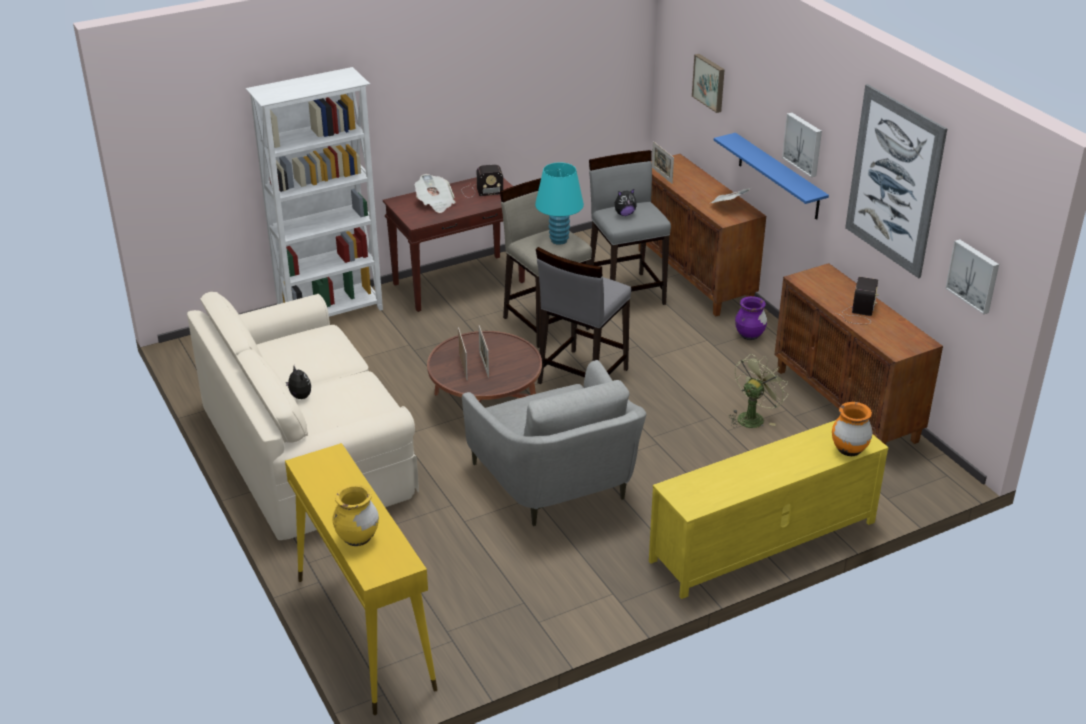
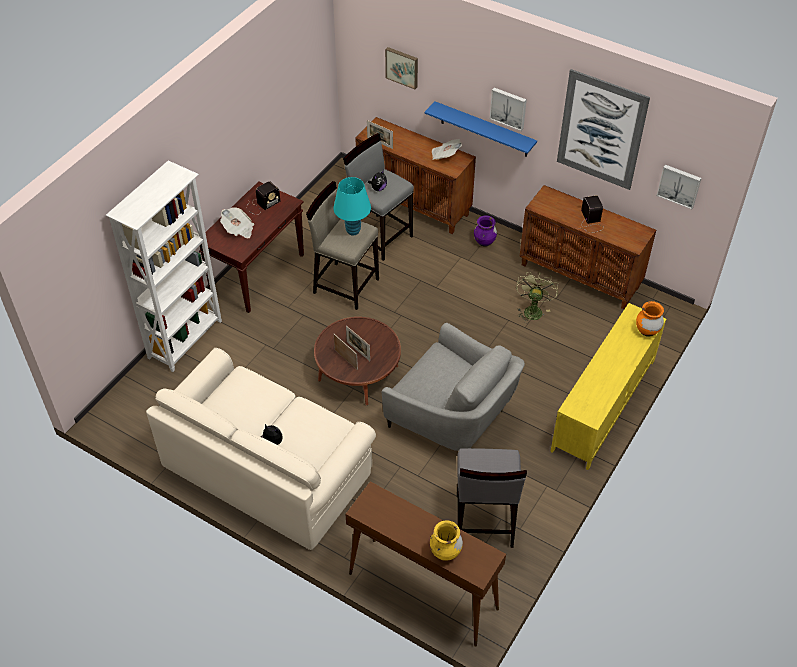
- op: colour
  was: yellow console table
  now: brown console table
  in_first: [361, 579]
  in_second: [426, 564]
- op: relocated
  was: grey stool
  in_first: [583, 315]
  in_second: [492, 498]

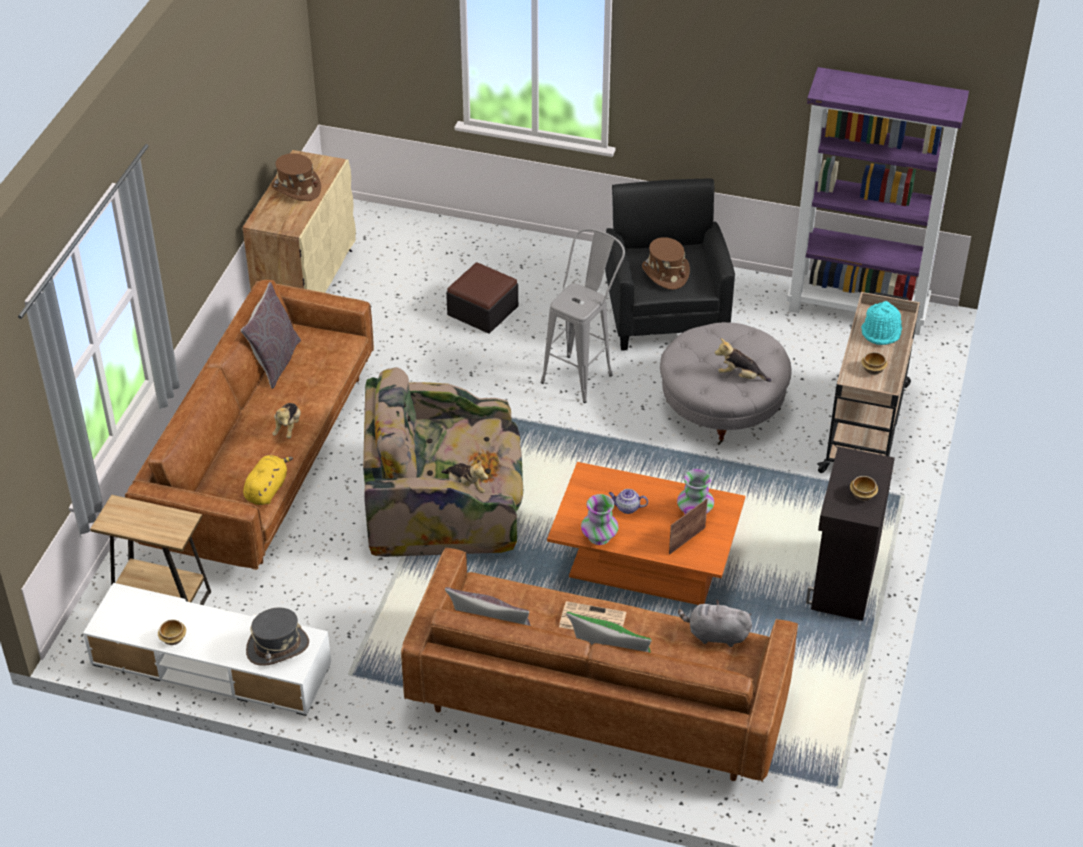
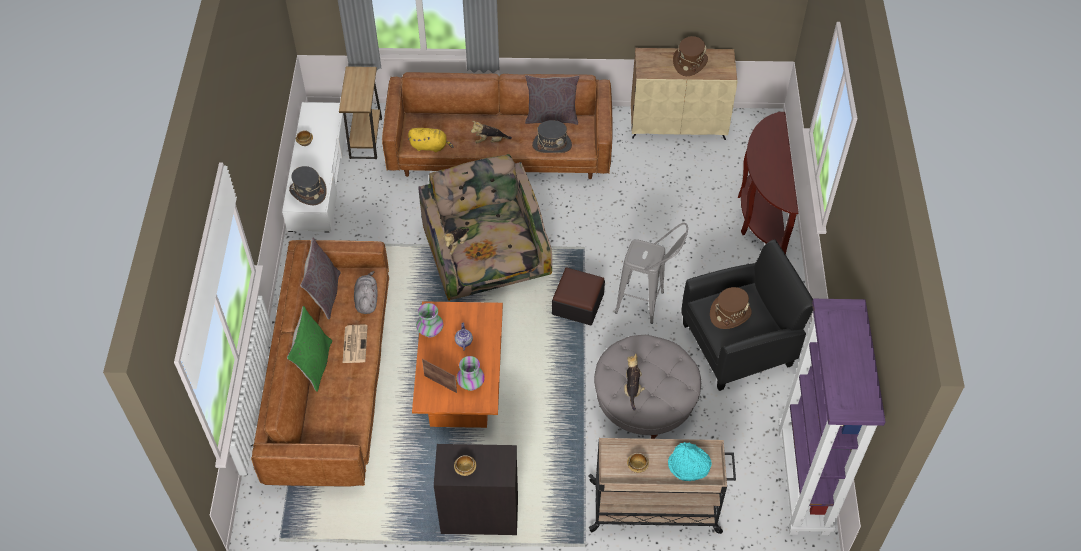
- op: relocated
  was: ottoman
  in_first: [482, 298]
  in_second: [578, 296]
- op: relocated
  was: grey plush toy
  in_first: [715, 623]
  in_second: [366, 292]
- op: appeared
  now: grey hat
  in_second: [552, 136]
- op: appeared
  now: brown console table
  in_second: [768, 183]

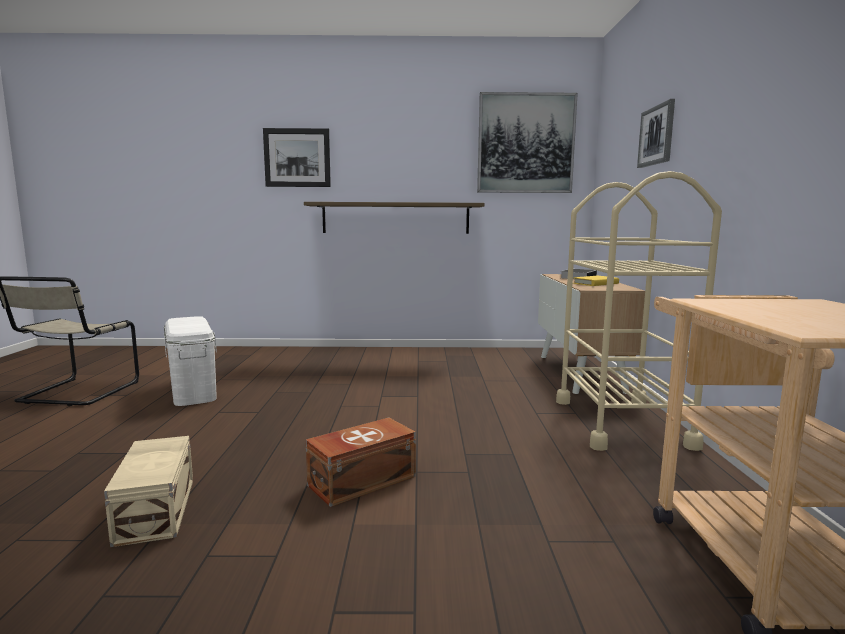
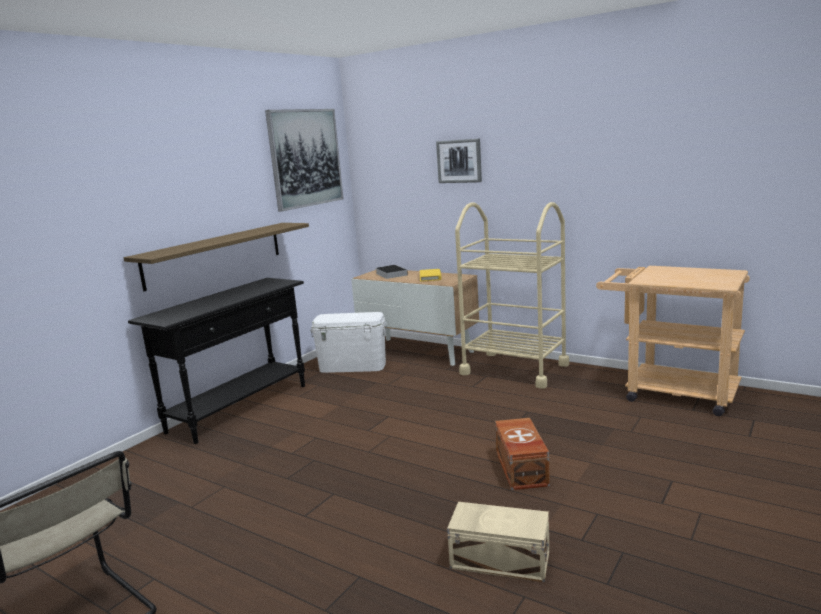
- op: relocated
  was: white storage box
  in_first: [190, 361]
  in_second: [348, 342]
- op: missing
  was: picture
  in_first: [297, 157]
- op: appeared
  now: black console table
  in_second: [216, 361]

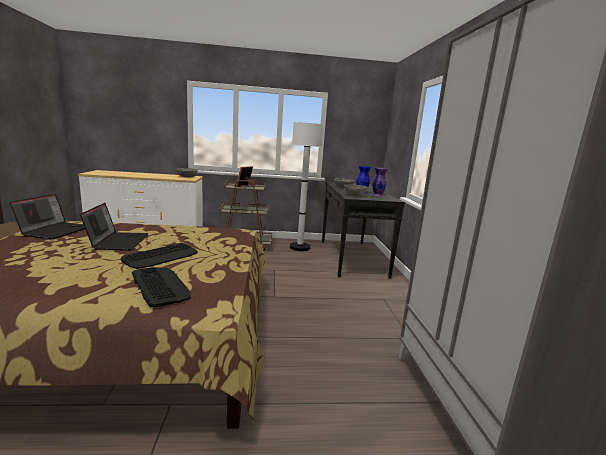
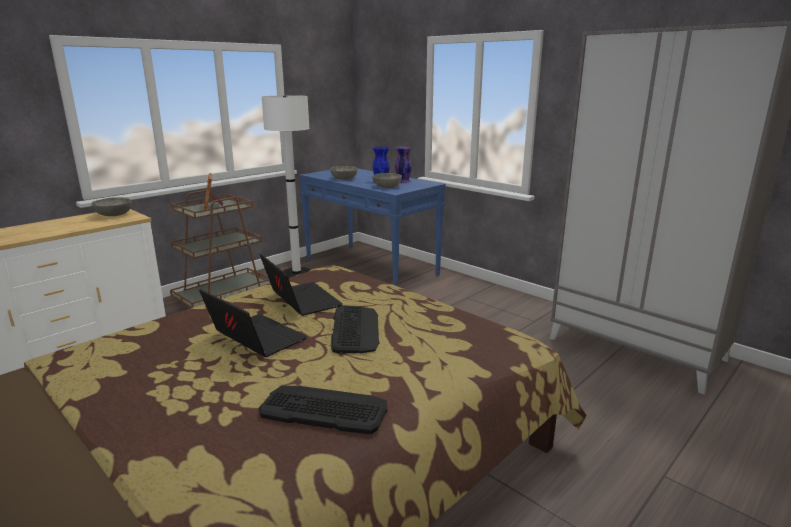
- op: relocated
  was: laptop
  in_first: [47, 217]
  in_second: [301, 285]
- op: relocated
  was: keyboard
  in_first: [161, 287]
  in_second: [323, 410]
- op: colour
  was: black console table
  now: blue console table
  in_first: [363, 230]
  in_second: [372, 227]

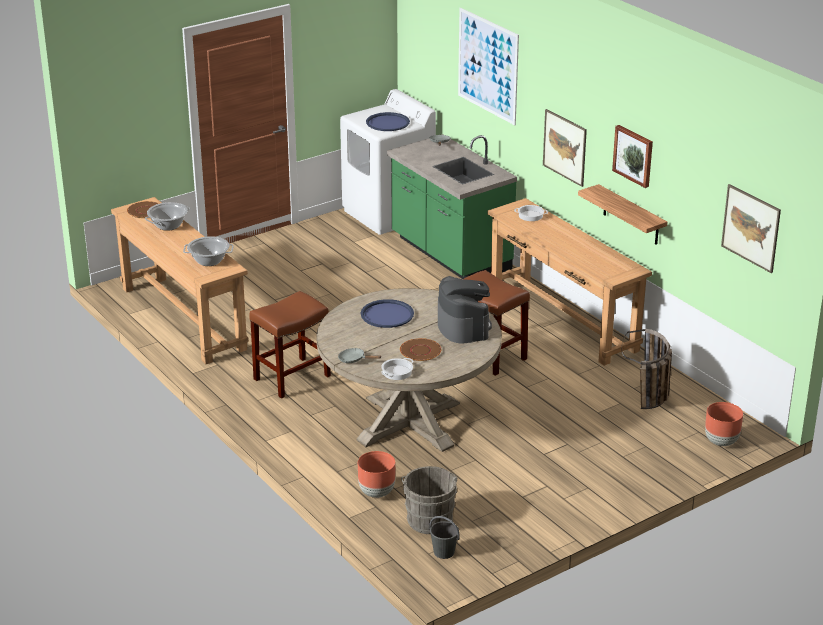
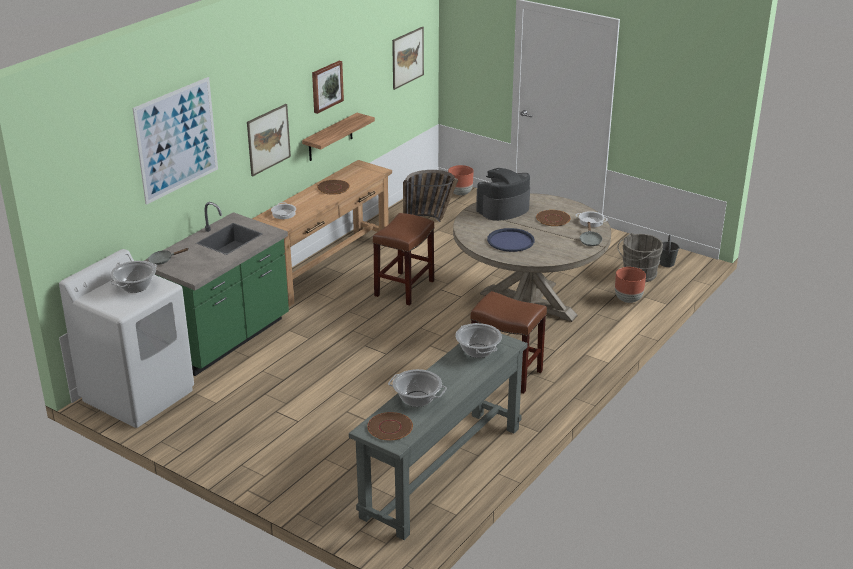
- op: colour
  was: brown console table
  now: grey console table
  in_first: [180, 280]
  in_second: [438, 437]
- op: exchanged
  was: blue tray
  now: cooking pot
  in_first: [388, 121]
  in_second: [133, 277]
- op: appeared
  now: brown plate
  in_second: [333, 187]

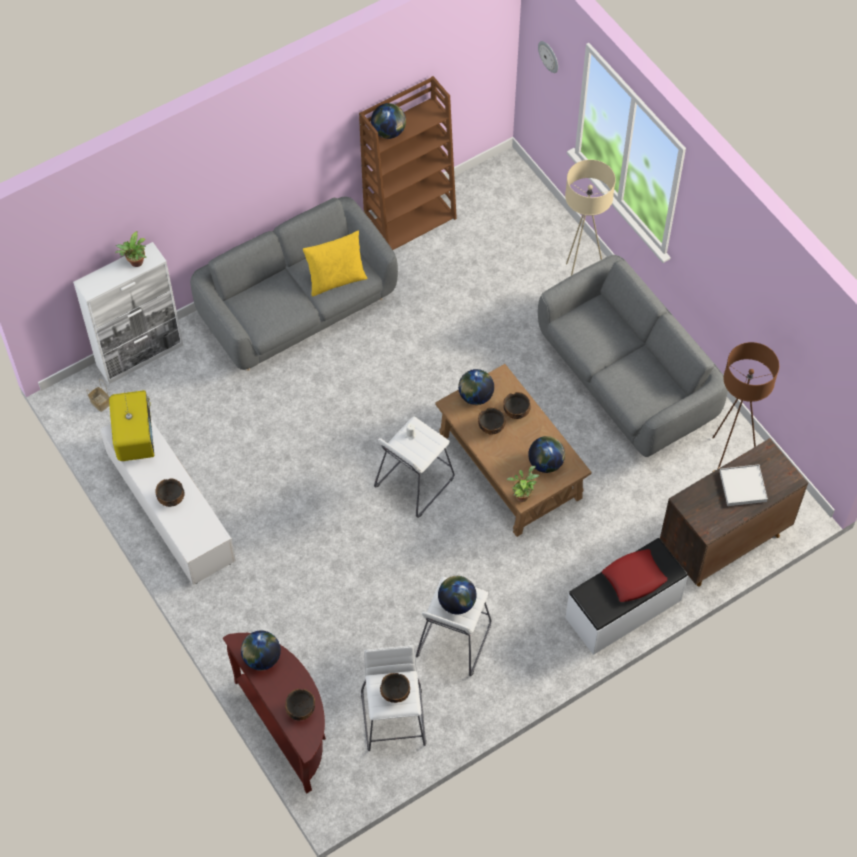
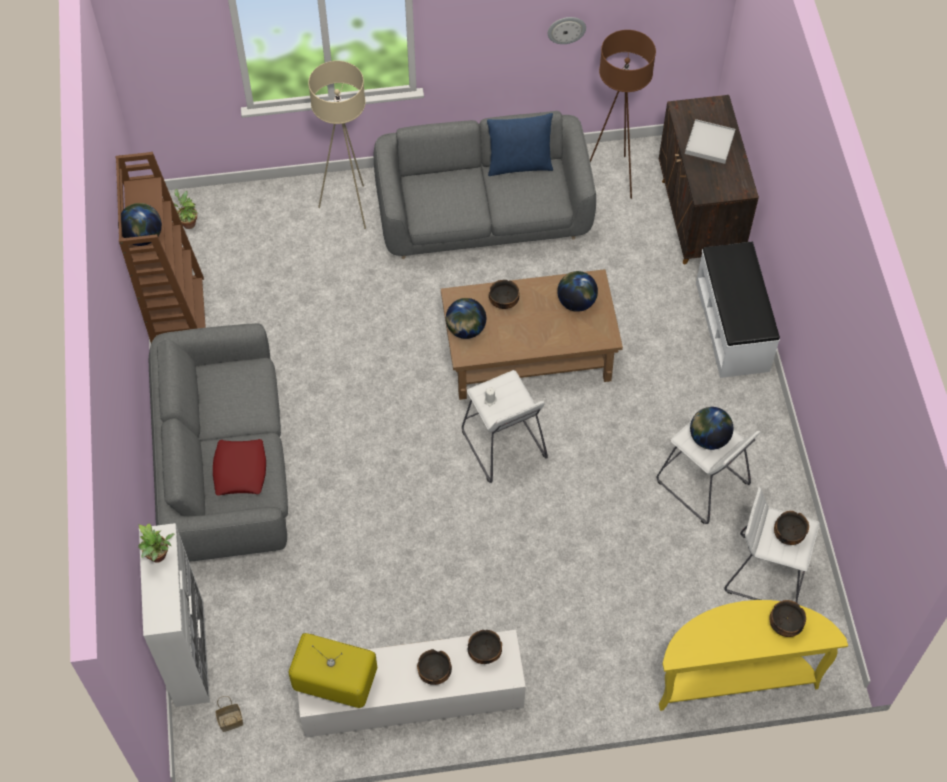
- op: colour
  was: brown console table
  now: yellow console table
  in_first: [274, 713]
  in_second: [753, 655]
- op: missing
  was: globe
  in_first: [261, 650]
- op: missing
  was: yellow pillow
  in_first: [335, 264]
- op: relocated
  was: bowl
  in_first: [492, 421]
  in_second: [484, 647]
- op: relocated
  was: potted plant
  in_first: [523, 484]
  in_second: [185, 209]
- op: relocated
  was: wall clock
  in_first: [548, 57]
  in_second: [567, 30]
- op: relocated
  was: red pillow
  in_first: [635, 575]
  in_second: [239, 467]
- op: appeared
  now: blue pillow
  in_second: [520, 144]

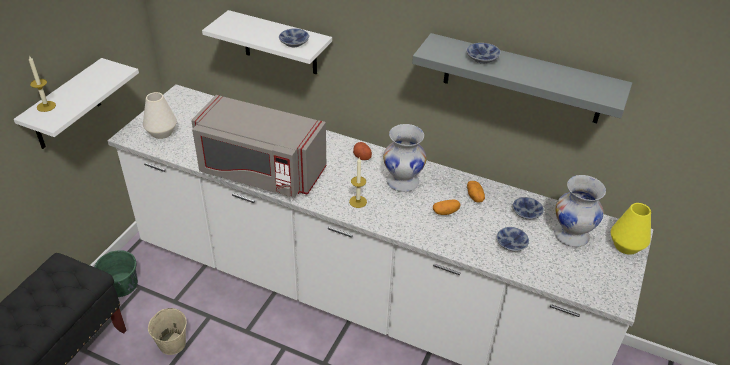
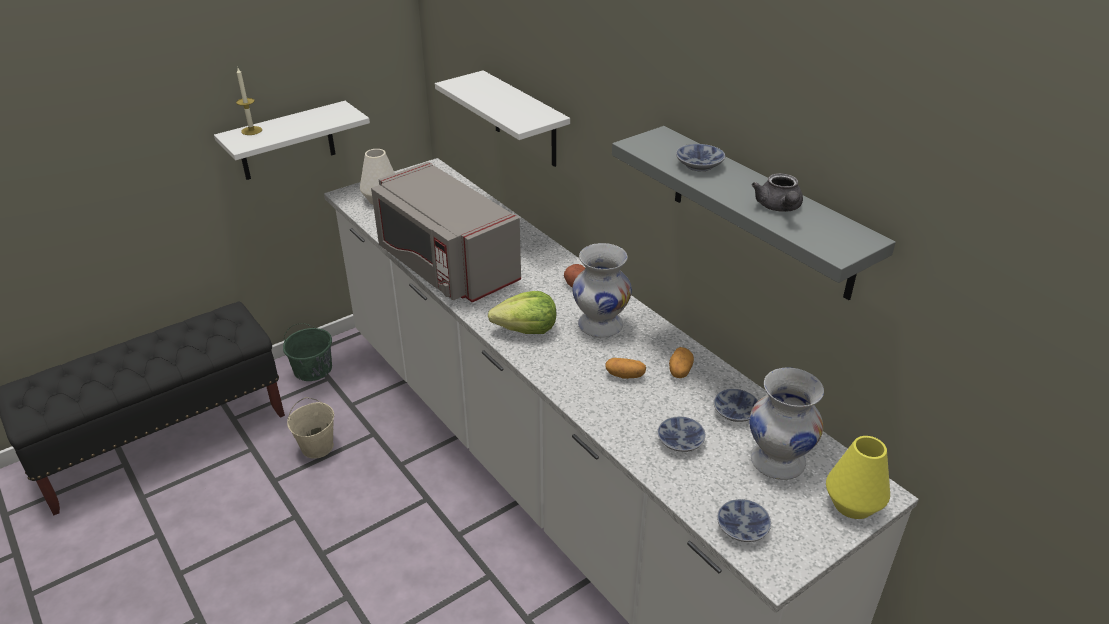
- op: relocated
  was: bowl
  in_first: [294, 37]
  in_second: [744, 520]
- op: exchanged
  was: candle
  now: lettuce
  in_first: [358, 183]
  in_second: [522, 312]
- op: appeared
  now: grey teapot
  in_second: [777, 192]

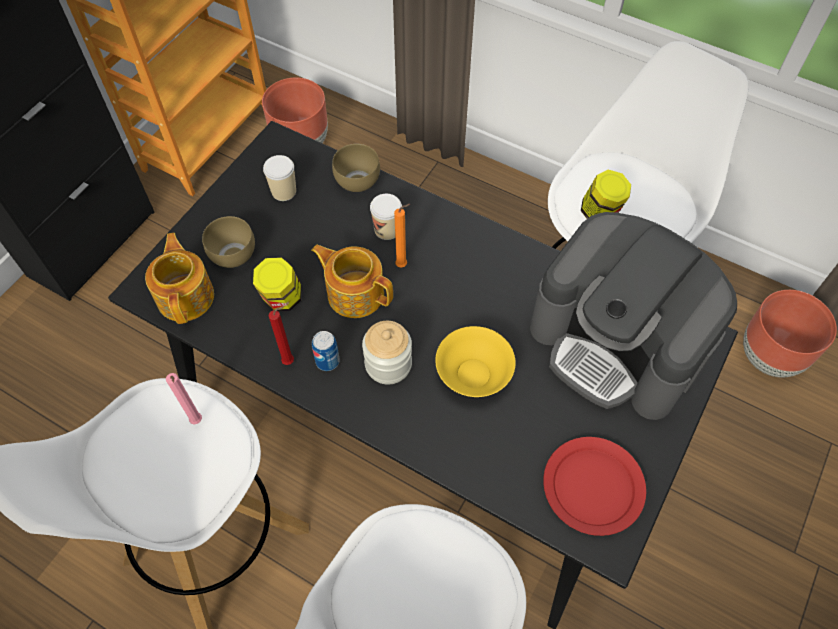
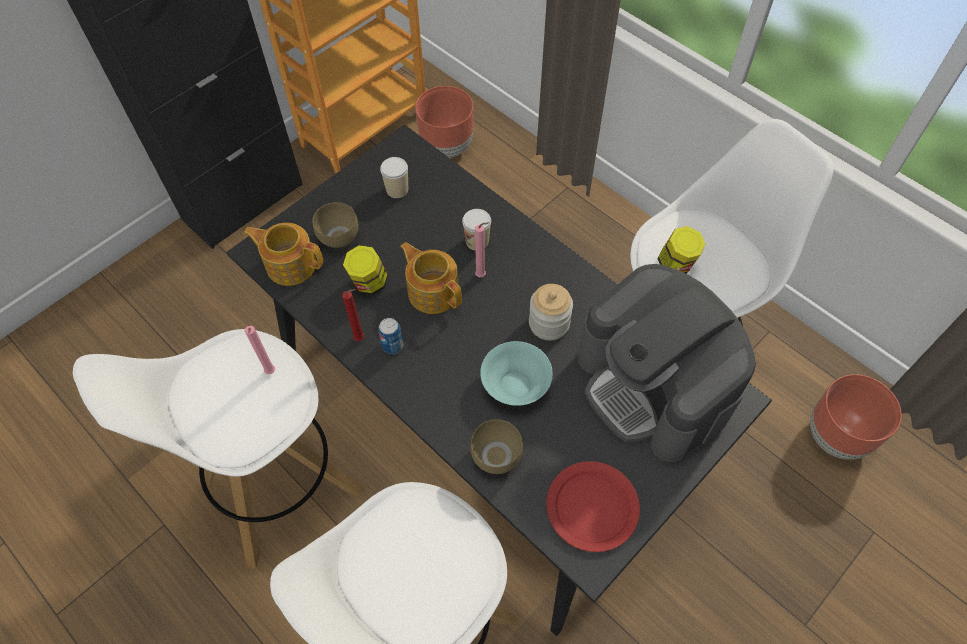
- op: spun
  was: teapot
  in_first: [179, 278]
  in_second: [283, 254]
  clockwise: -75
- op: relocated
  was: brown bowl
  in_first: [356, 168]
  in_second: [496, 446]
- op: relocated
  was: jar
  in_first: [387, 353]
  in_second: [551, 312]
- op: colour
  was: orange candle
  now: pink candle
  in_first: [402, 235]
  in_second: [482, 249]
- op: colour
  was: yellow bowl
  now: turquoise bowl
  in_first: [475, 361]
  in_second: [516, 373]

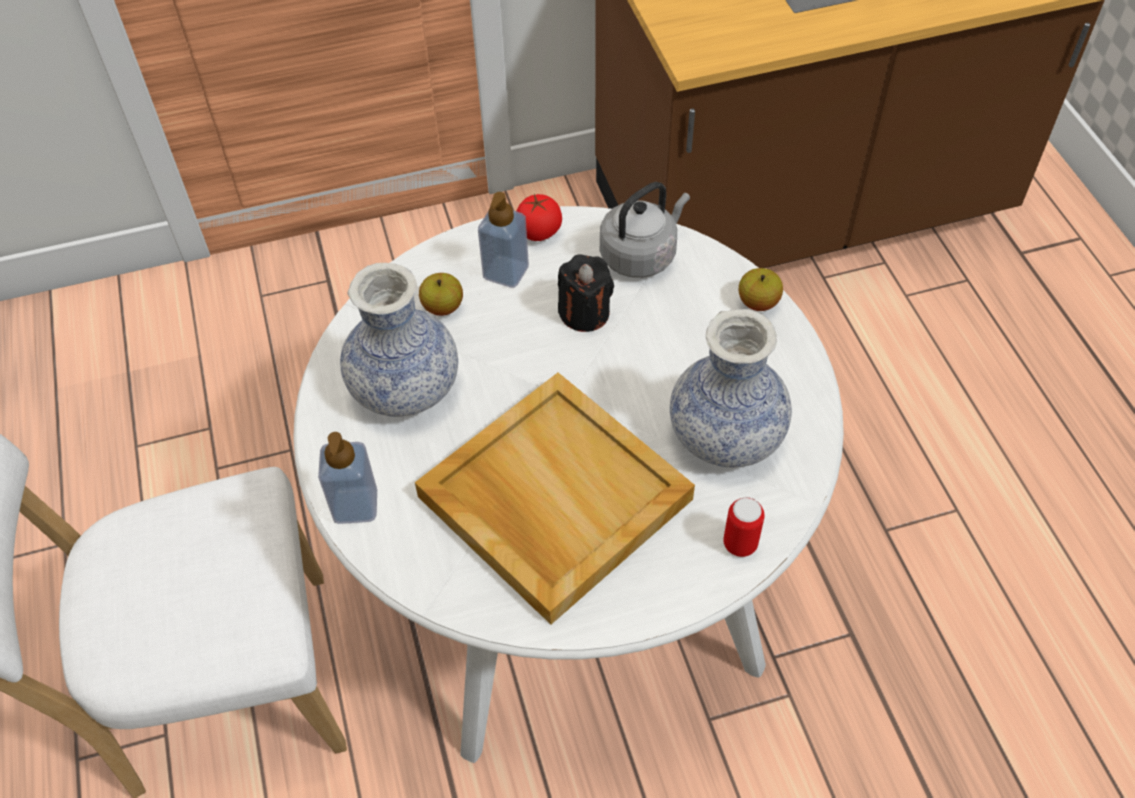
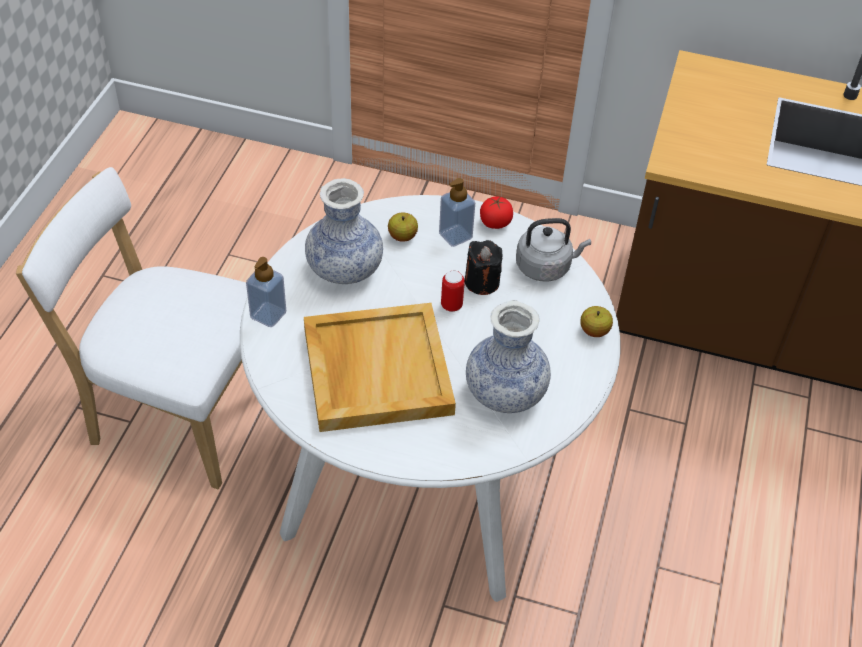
- op: relocated
  was: can
  in_first: [744, 527]
  in_second: [453, 291]

